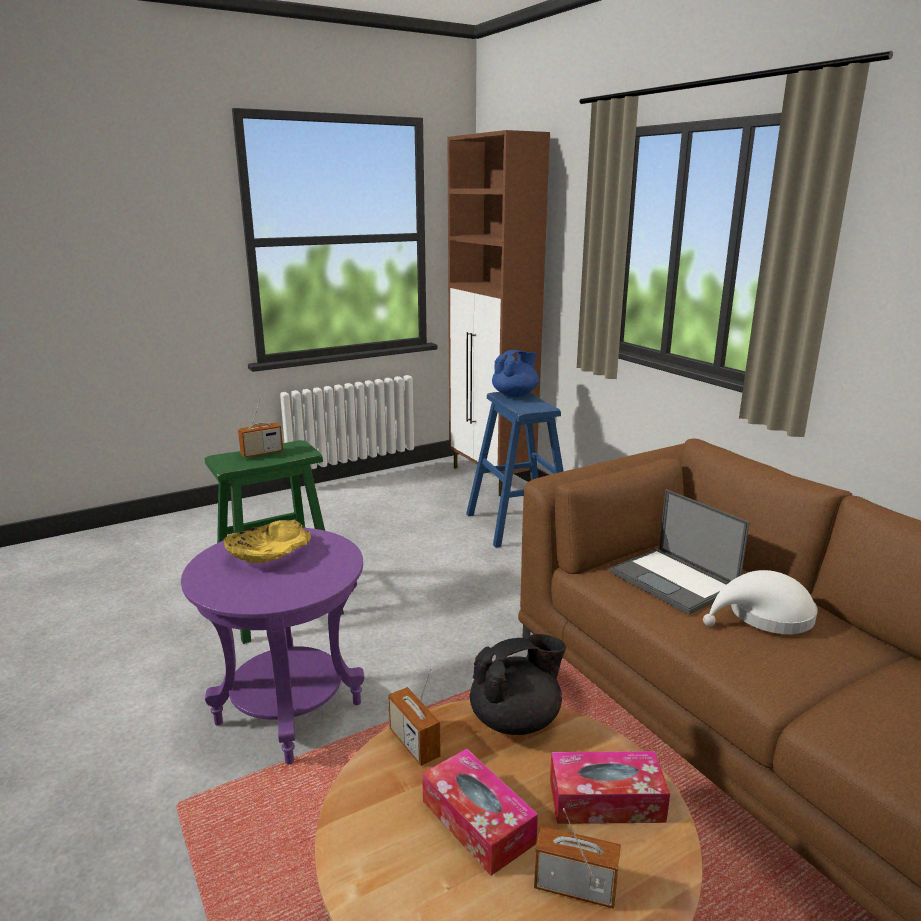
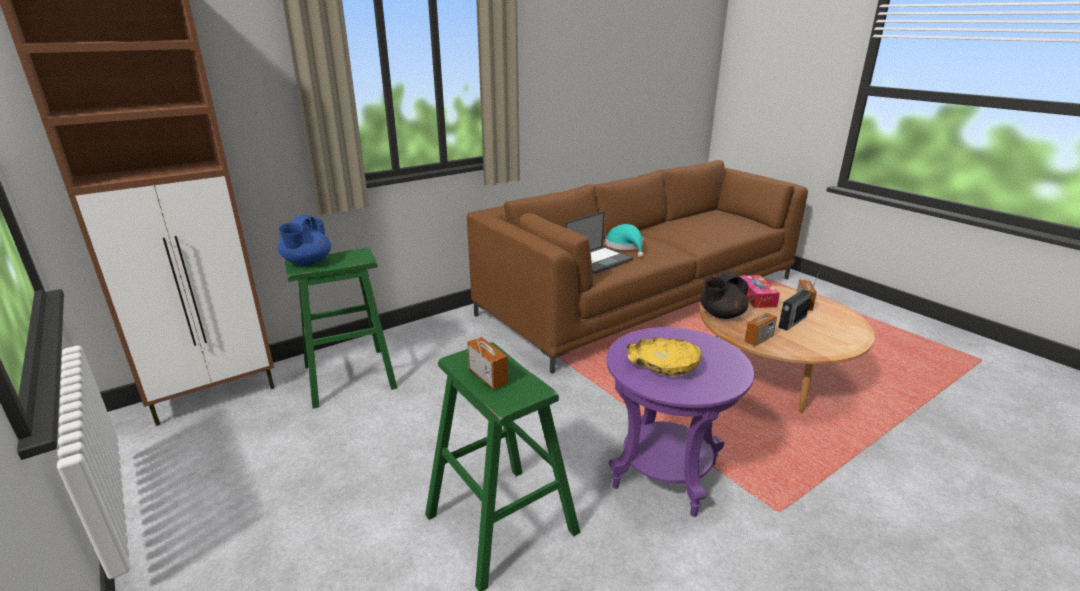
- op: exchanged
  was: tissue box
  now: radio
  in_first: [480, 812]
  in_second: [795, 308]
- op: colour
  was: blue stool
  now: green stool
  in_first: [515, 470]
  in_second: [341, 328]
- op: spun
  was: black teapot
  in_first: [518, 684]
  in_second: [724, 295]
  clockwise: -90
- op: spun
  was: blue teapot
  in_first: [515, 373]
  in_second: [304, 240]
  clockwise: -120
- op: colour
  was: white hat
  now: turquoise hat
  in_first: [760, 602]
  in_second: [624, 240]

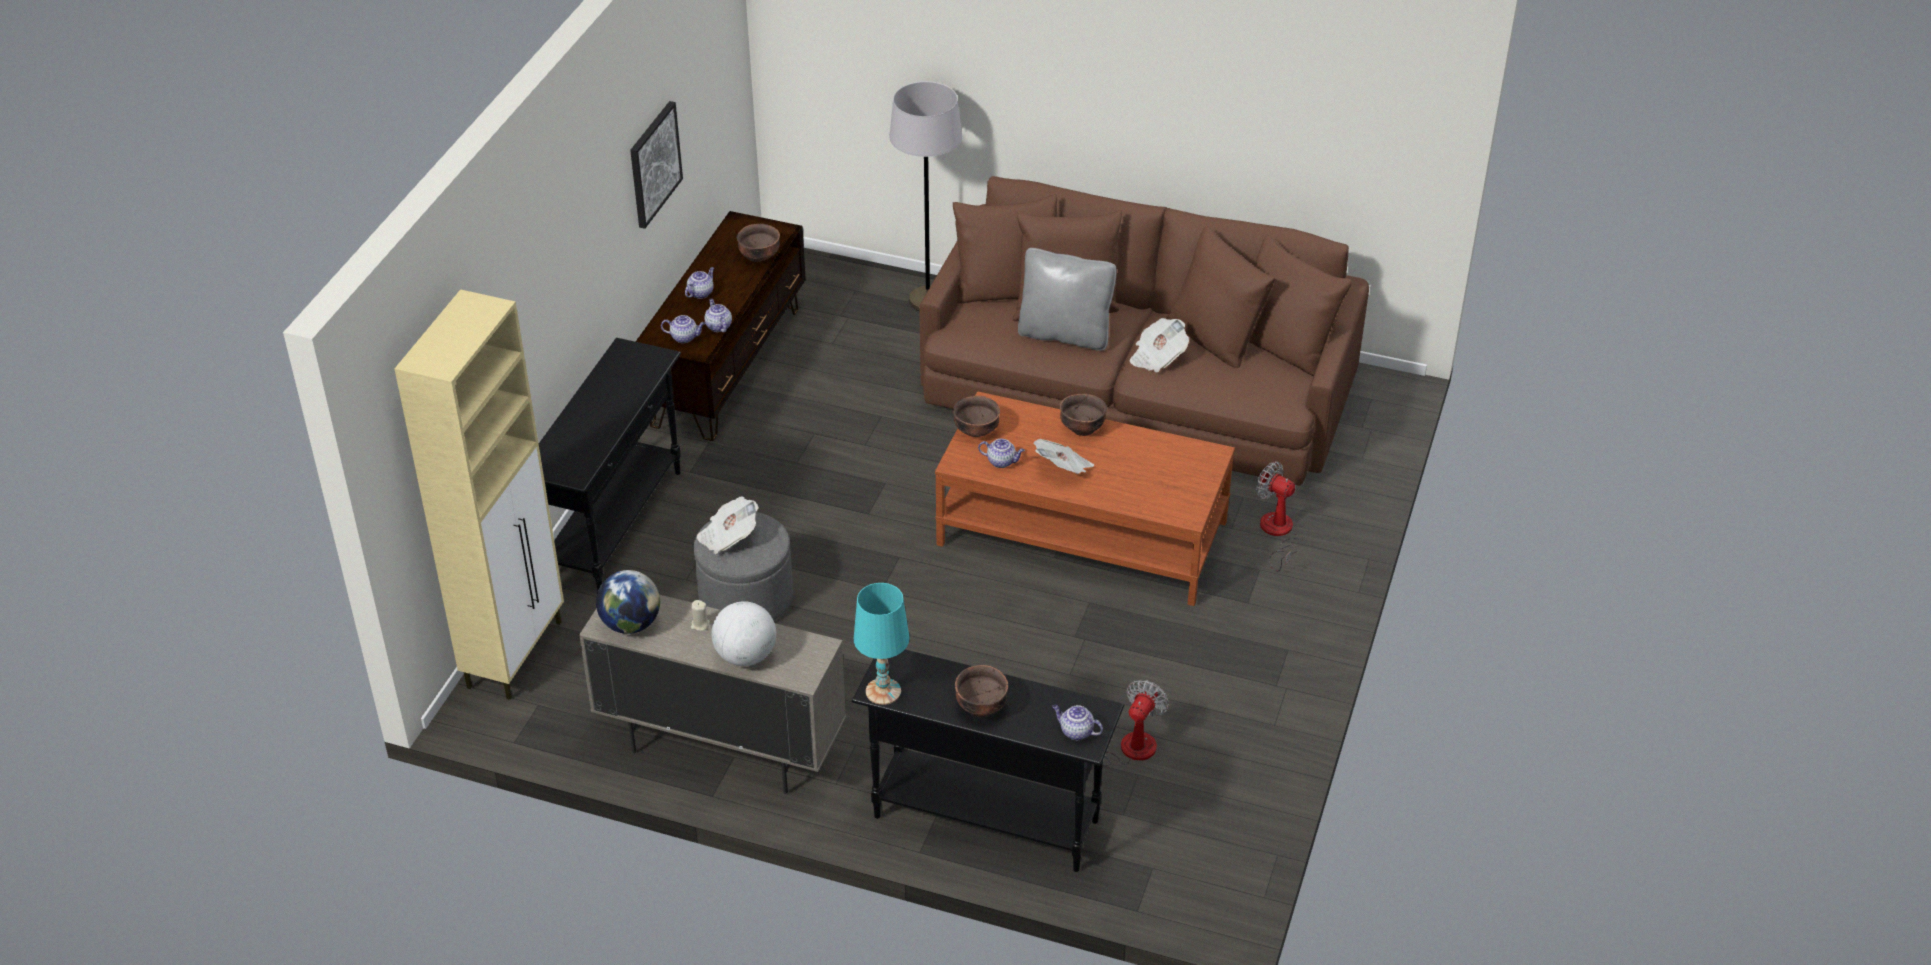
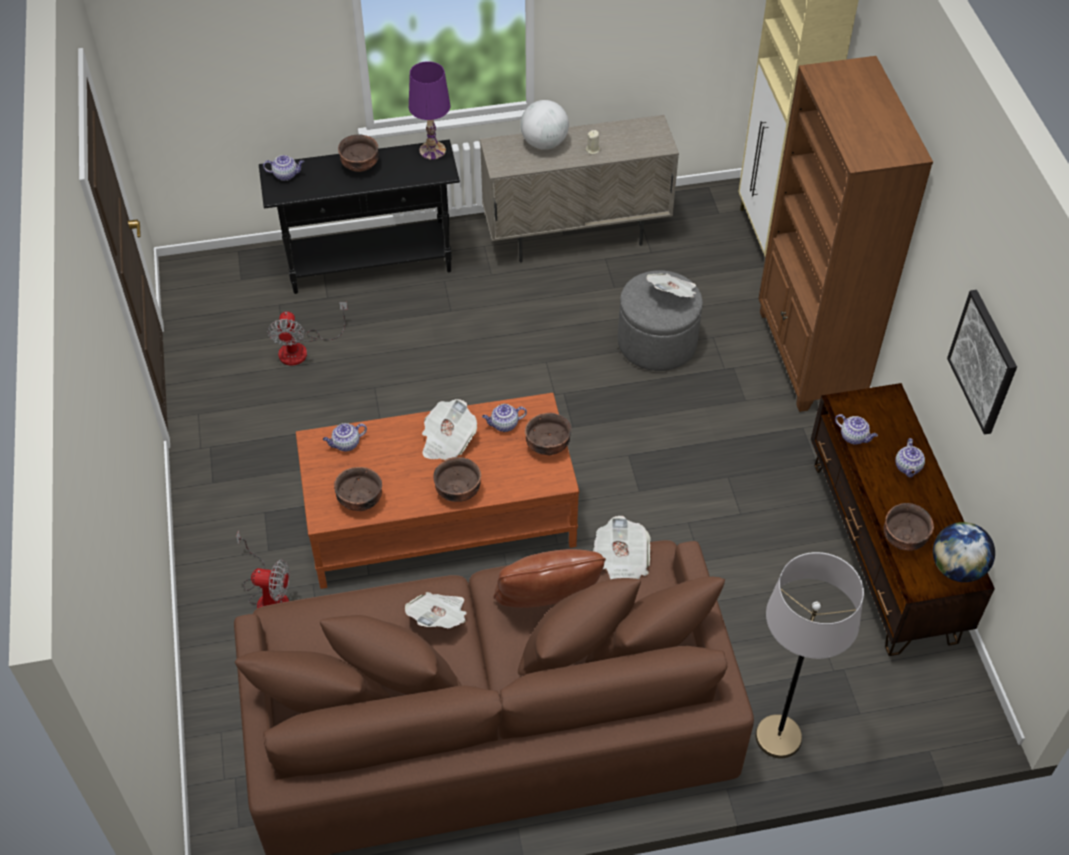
- op: exchanged
  was: black console table
  now: brown bookcase
  in_first: [610, 465]
  in_second: [845, 234]
- op: relocated
  was: globe
  in_first: [628, 602]
  in_second: [964, 552]
- op: relocated
  was: teapot
  in_first: [683, 329]
  in_second: [345, 437]
- op: colour
  was: turquoise table lamp
  now: purple table lamp
  in_first: [882, 644]
  in_second: [429, 110]
- op: colour
  was: grey pillow
  now: brown pillow
  in_first: [1067, 299]
  in_second: [549, 578]
- op: appeared
  now: brown bowl
  in_second: [358, 489]
- op: appeared
  now: newspaper
  in_second: [622, 547]

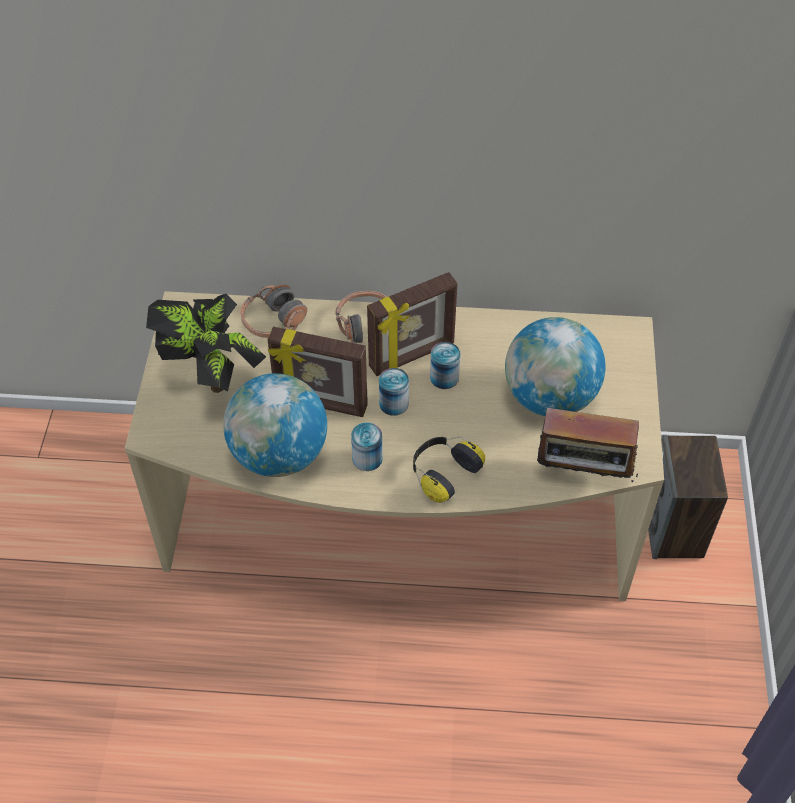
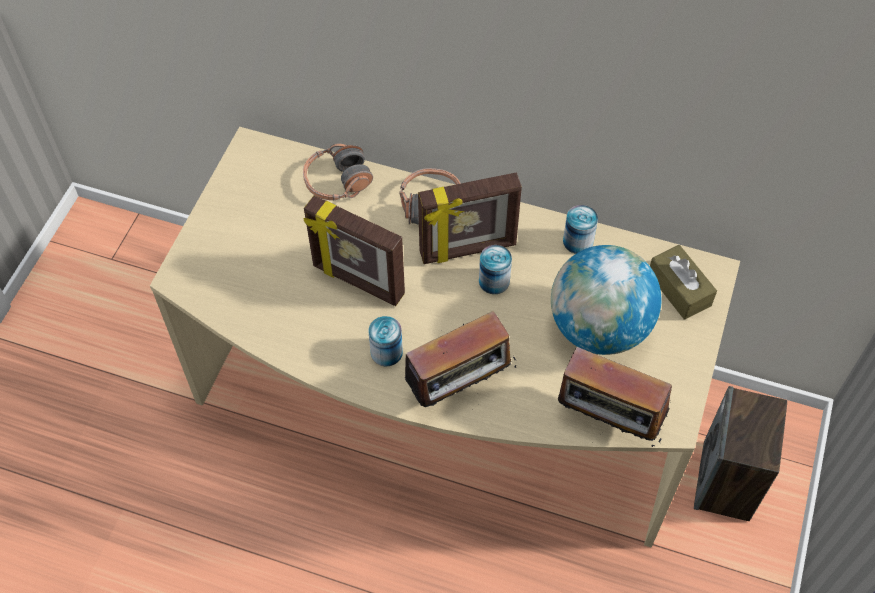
- op: missing
  was: potted plant
  in_first: [206, 343]
- op: missing
  was: globe
  in_first: [275, 425]
- op: relocated
  was: can
  in_first: [394, 392]
  in_second: [580, 229]
- op: exchanged
  was: headphones
  now: radio
  in_first: [449, 469]
  in_second: [455, 359]
- op: appeared
  now: brown tissue box
  in_second: [683, 282]

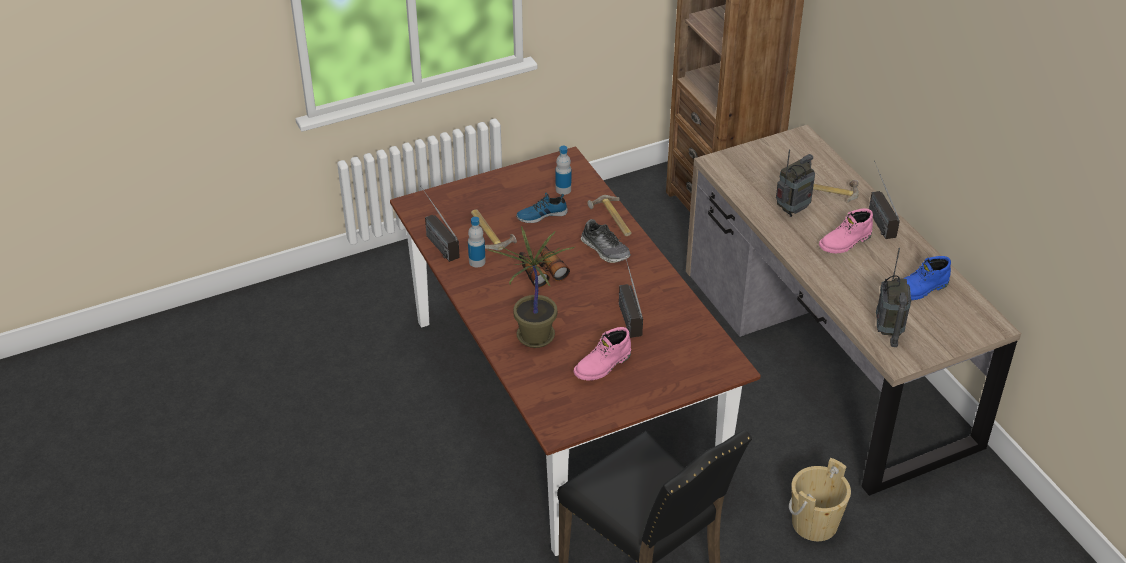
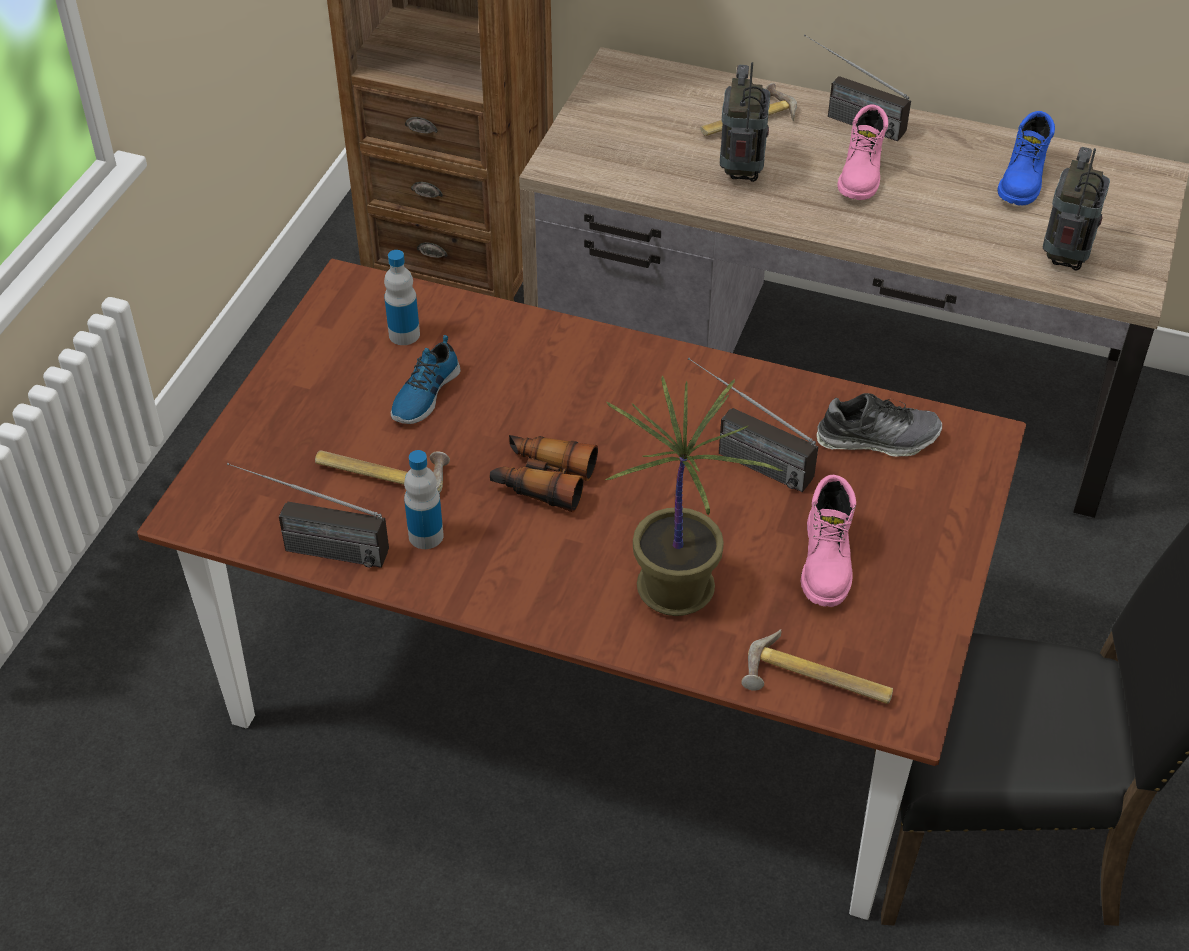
- op: relocated
  was: shoe
  in_first: [606, 241]
  in_second: [879, 425]
- op: relocated
  was: hammer
  in_first: [610, 215]
  in_second: [817, 666]
- op: missing
  was: beige bucket
  in_first: [820, 499]
- op: spun
  was: radio
  in_first: [893, 297]
  in_second: [1076, 209]
  clockwise: -120

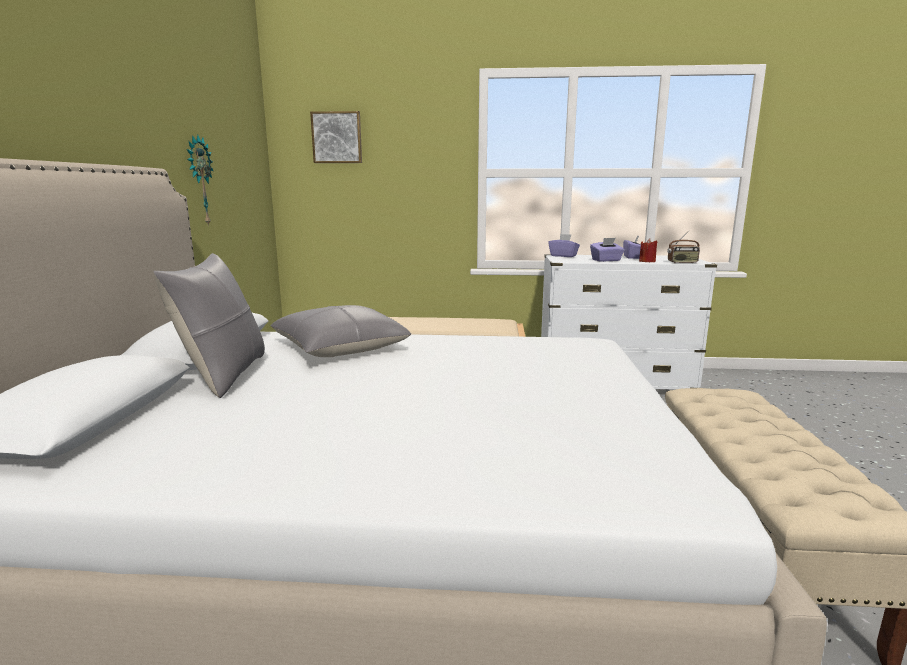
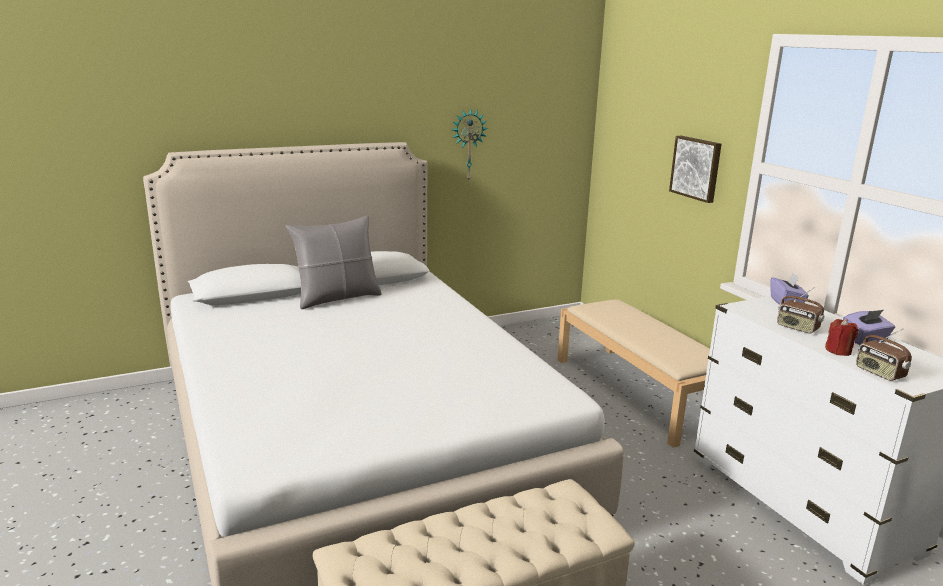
- op: missing
  was: grey pillow
  in_first: [341, 331]
- op: relocated
  was: picture
  in_first: [336, 137]
  in_second: [695, 169]
- op: exchanged
  was: purple tissue box
  now: radio
  in_first: [607, 250]
  in_second: [800, 310]

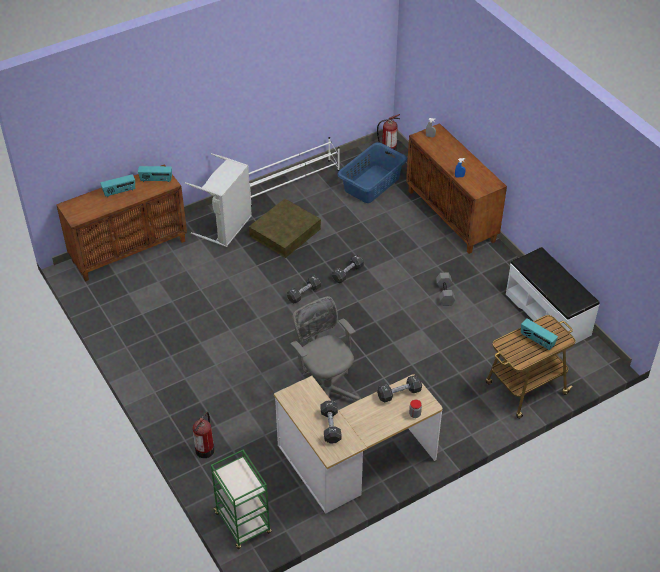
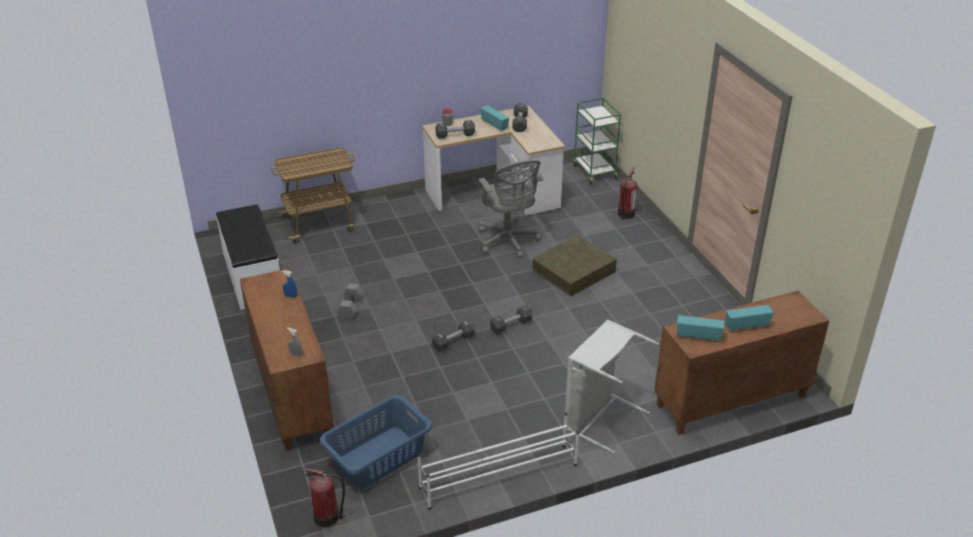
- op: relocated
  was: brown storage box
  in_first: [285, 228]
  in_second: [575, 266]
- op: relocated
  was: radio
  in_first: [539, 334]
  in_second: [495, 118]

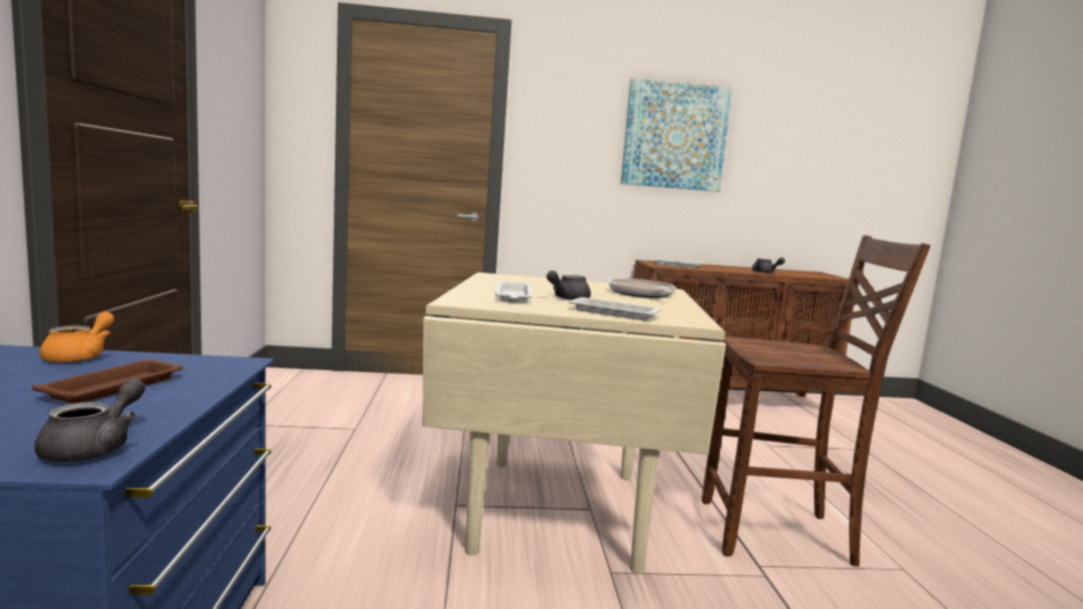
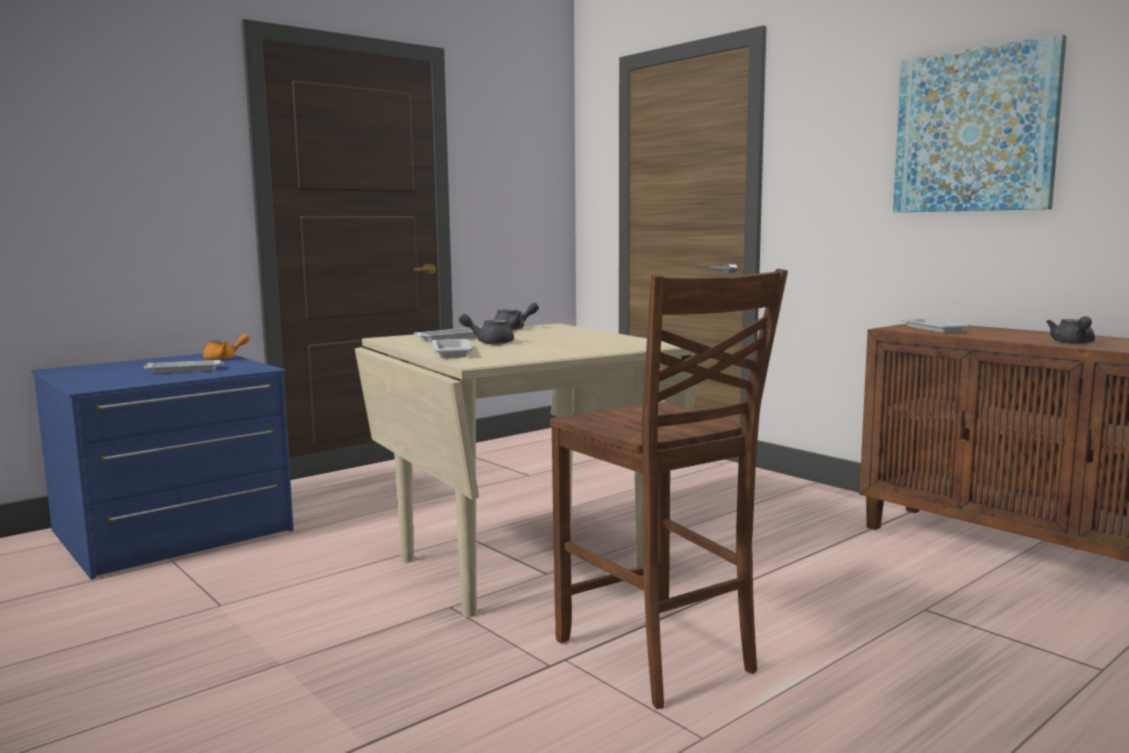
- op: colour
  was: brown tray
  now: white tray
  in_first: [107, 382]
  in_second: [184, 366]
- op: relocated
  was: grey teapot
  in_first: [89, 420]
  in_second: [517, 316]
- op: missing
  was: frying pan
  in_first: [642, 288]

